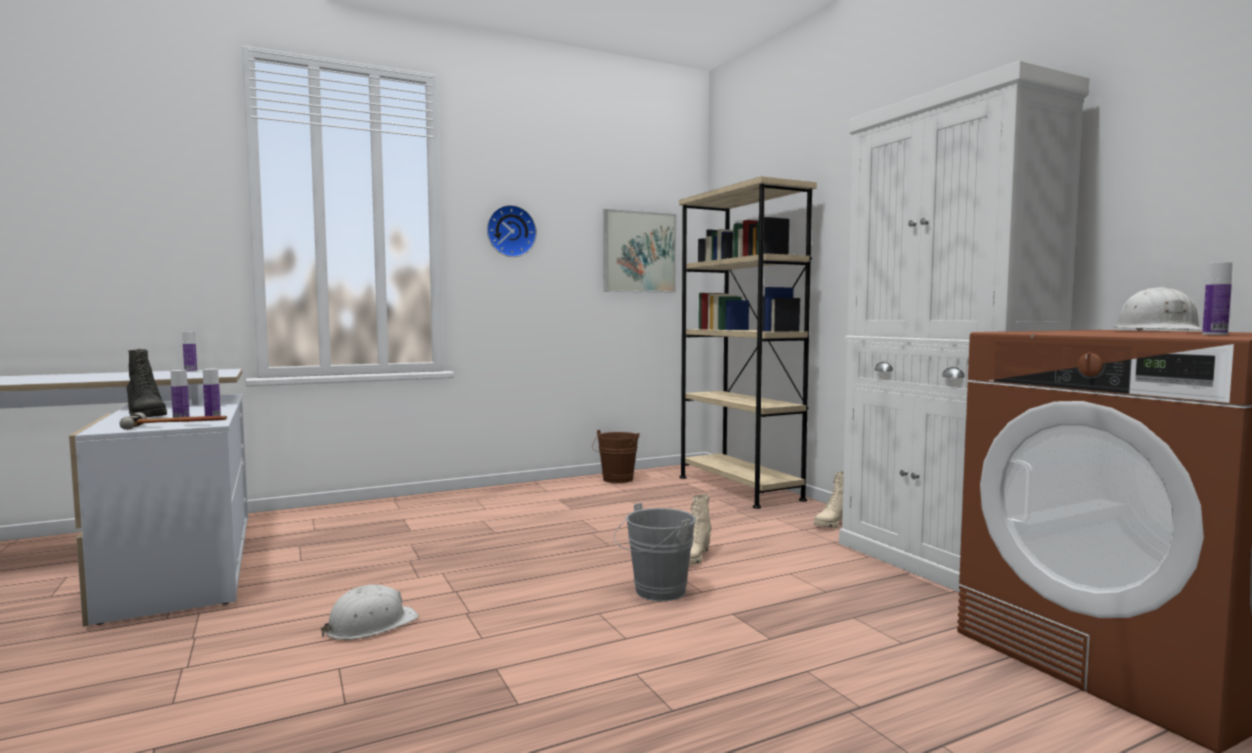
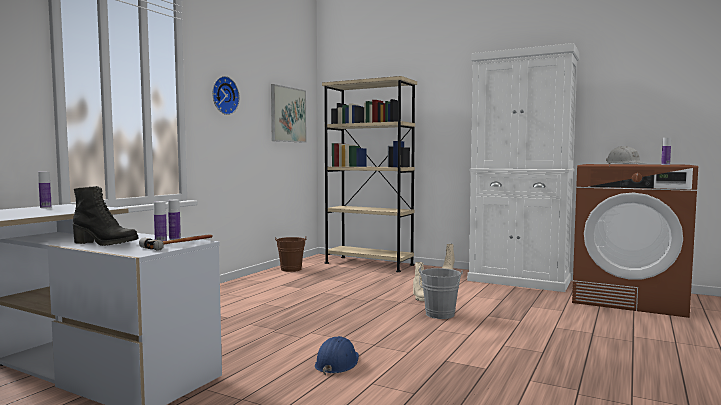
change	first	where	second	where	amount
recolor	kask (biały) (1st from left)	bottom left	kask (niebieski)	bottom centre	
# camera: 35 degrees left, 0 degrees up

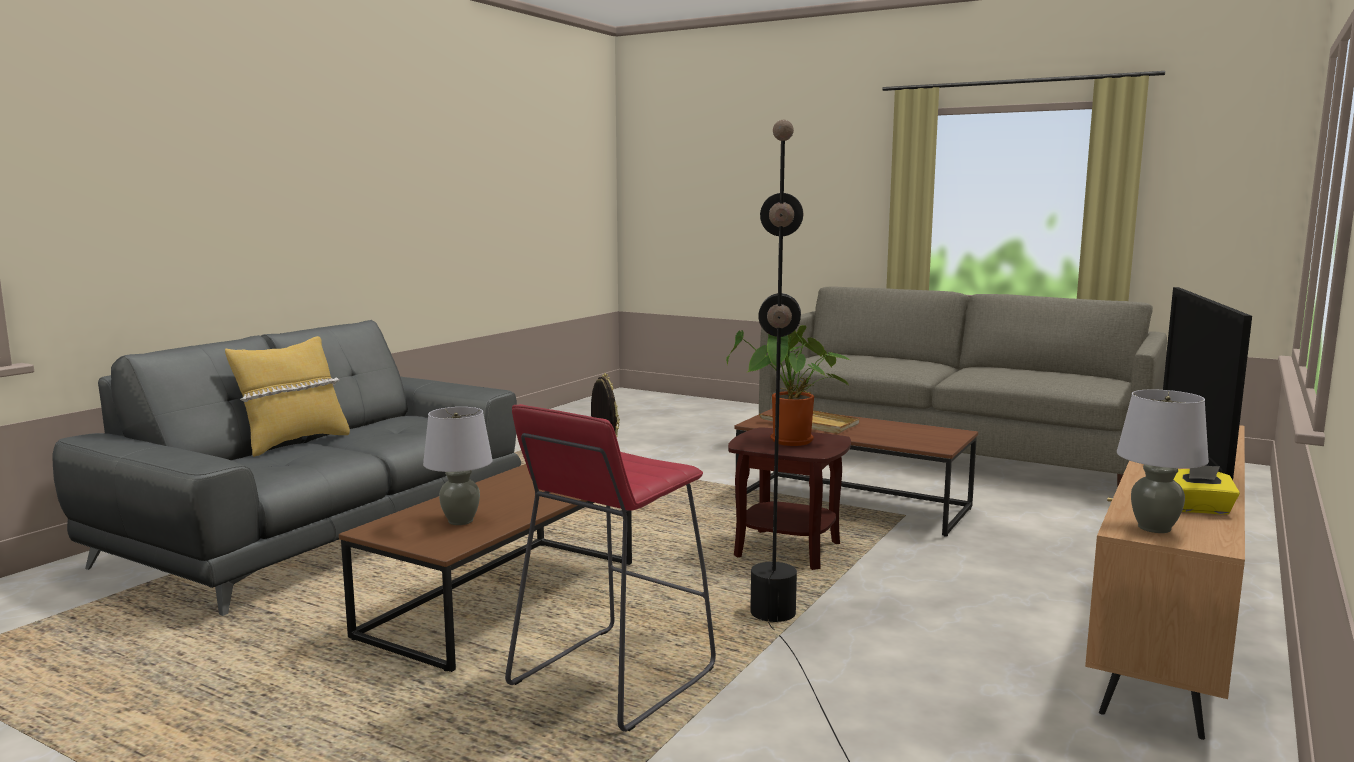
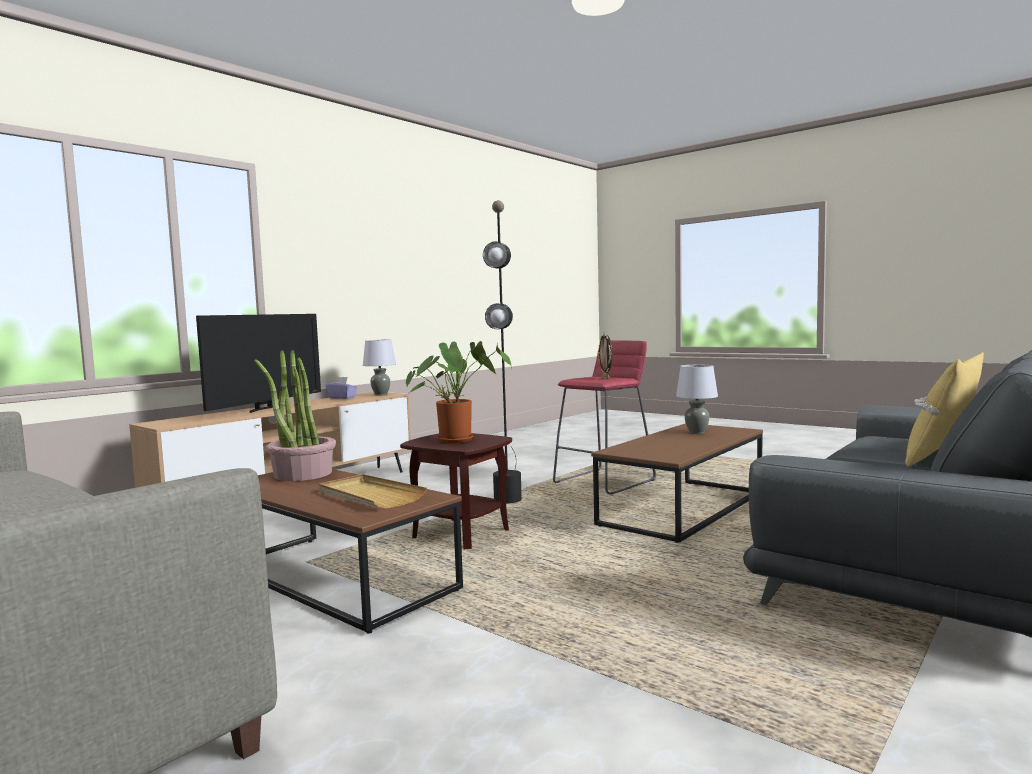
change	first	where	second	where	amount
insert			roślina doniczkowa (1st from left)	middle left	
recolor	pudełko chusteczek (żółty)	middle right	pudełko chusteczek (fioletowy)	middle left	
# camera: 170 degrees left, 5 degrees down

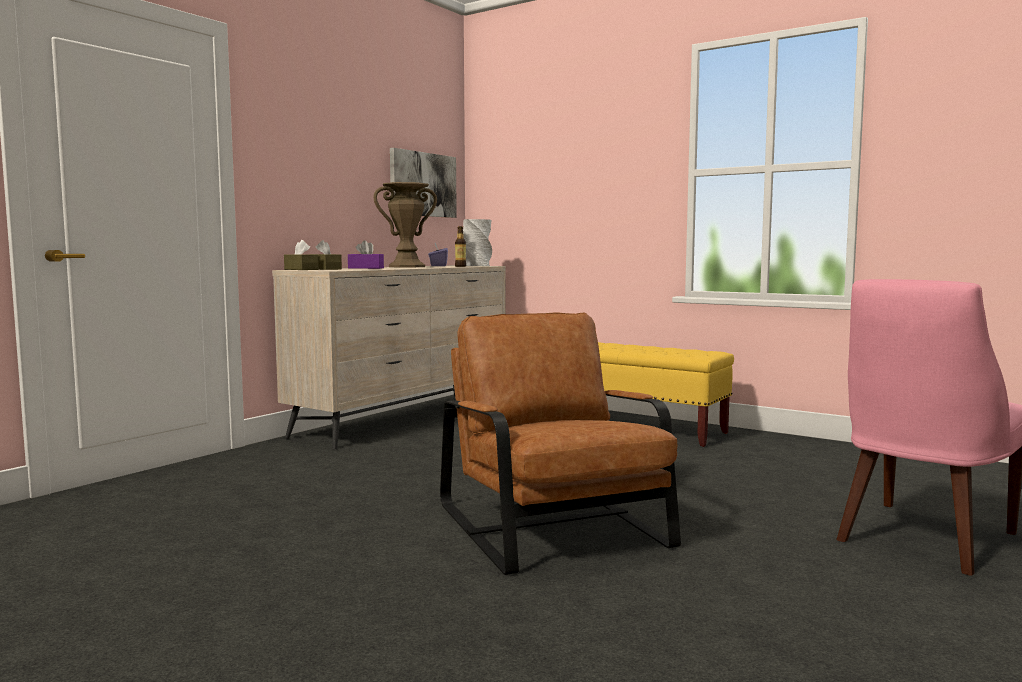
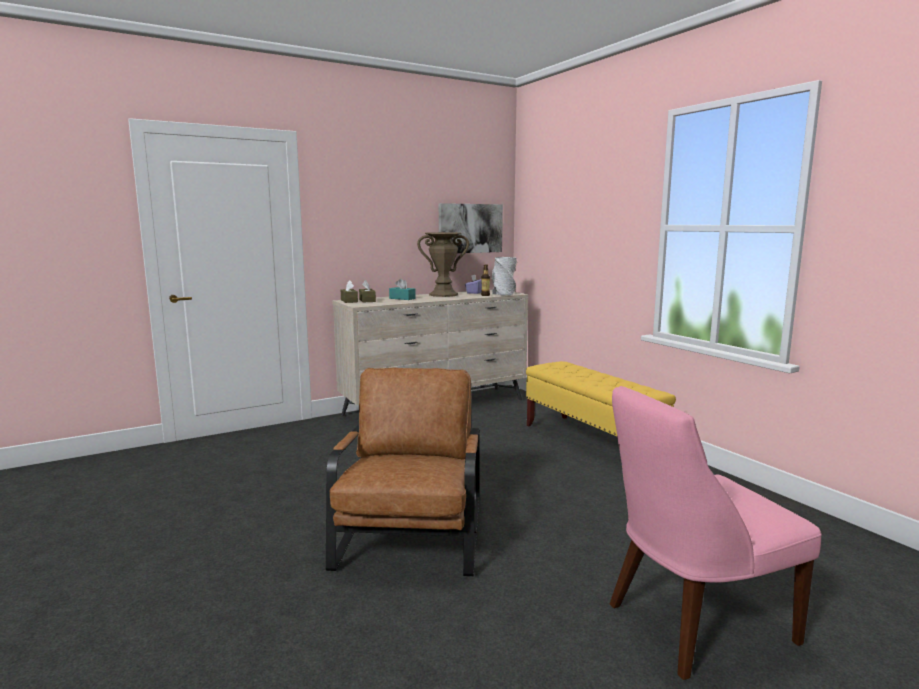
change	first	where	second	where	amount
recolor	pudełko chusteczek (fioletowy) (1st from left)	centre	pudełko chusteczek (turkusowy)	centre	
# camera: 25 degrees right, 5 degrees up

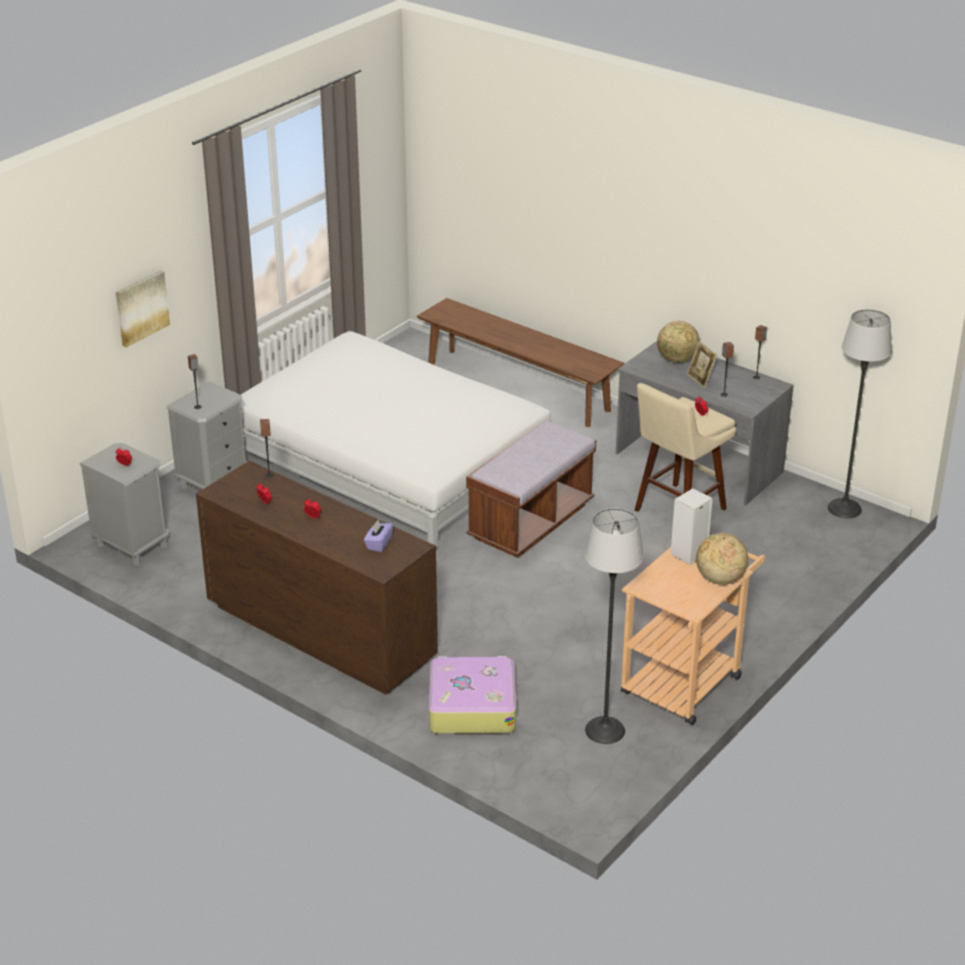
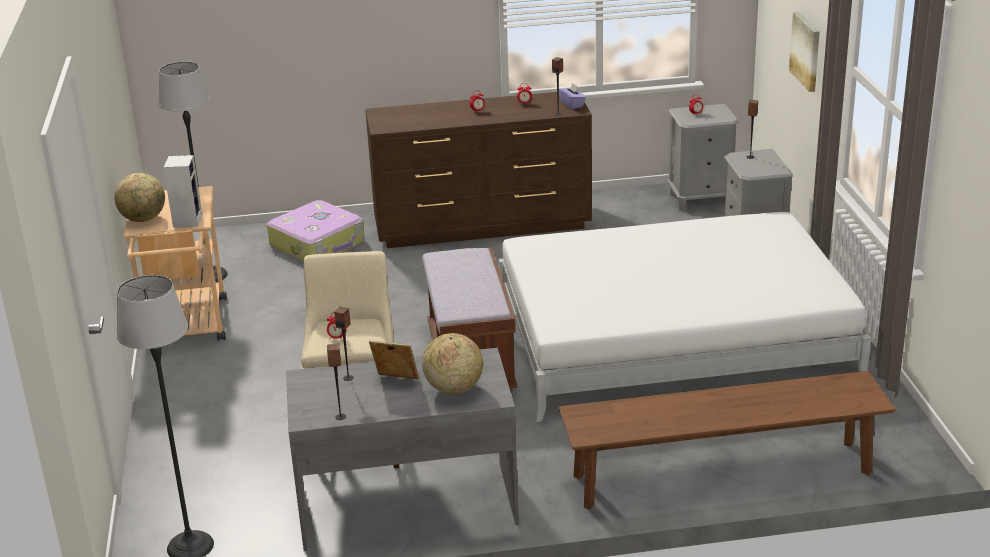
change	first	where	second	where	amount
move	pudełko chusteczek (fioletowy)	centre		top centre	
# camera: 135 degrees right, 5 degrees down

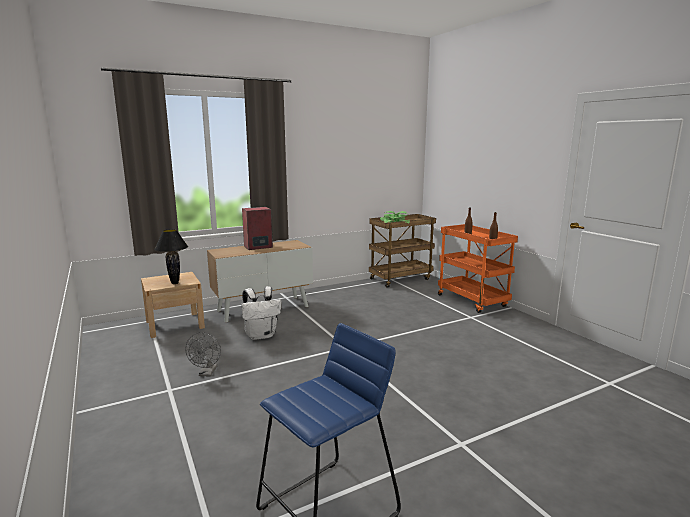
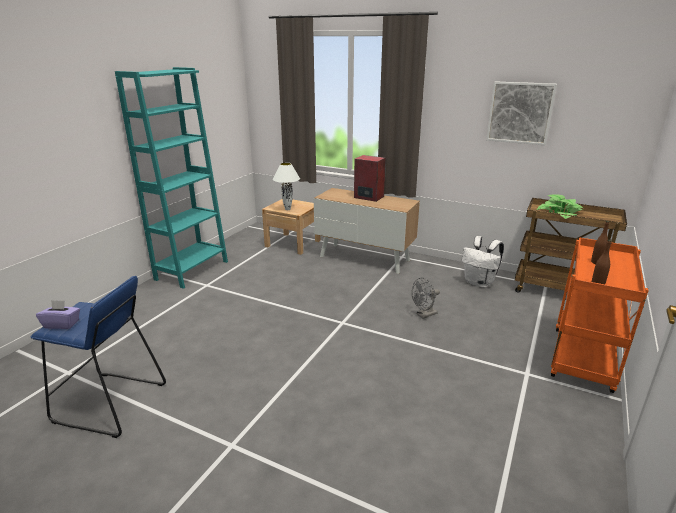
change	first	where	second	where	amount
insert			pudełko chusteczek (fioletowy)	middle left	
insert			regał (turkusowy)	middle left	
recolor	lampa stołowa (czarny)	middle left	lampa stołowa (biały)	centre	
move	wentylator (szary)	bottom left		centre	
move	plecak (biały)	centre		middle right	
insert			obraz	top right	
# camera: 55 degrees right, 10 degrees up

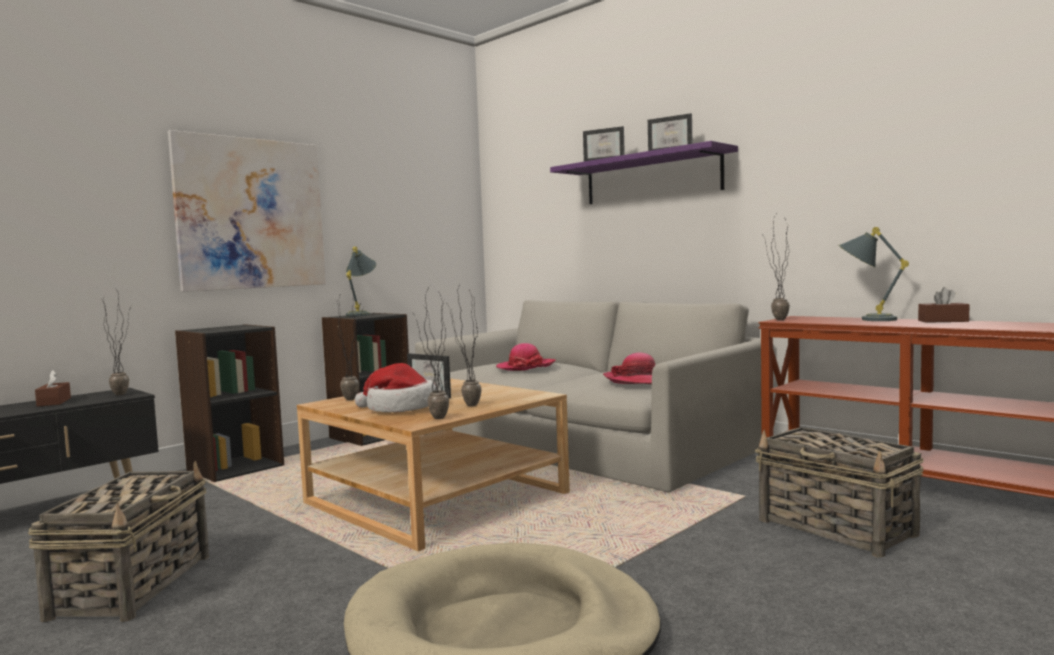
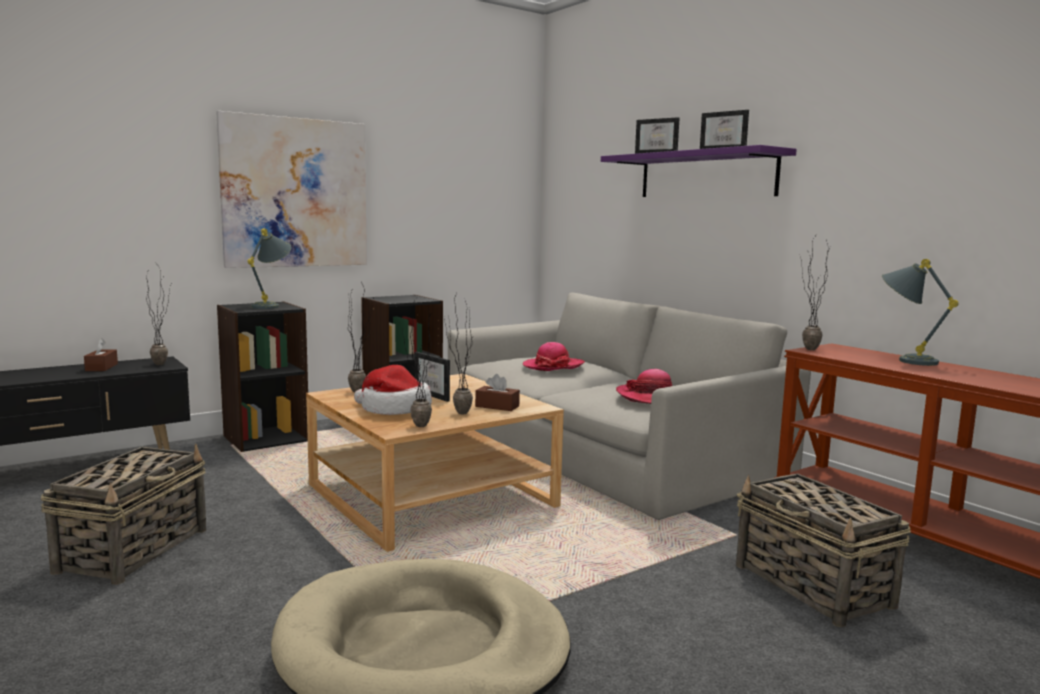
change	first	where	second	where	amount
move	lampa stołowa (szary) (1st from left)	centre		middle left	
move	pudełko chusteczek (brązowy) (2nd from left)	middle right		centre	
# camera: 10 degrees right, 5 degrees up

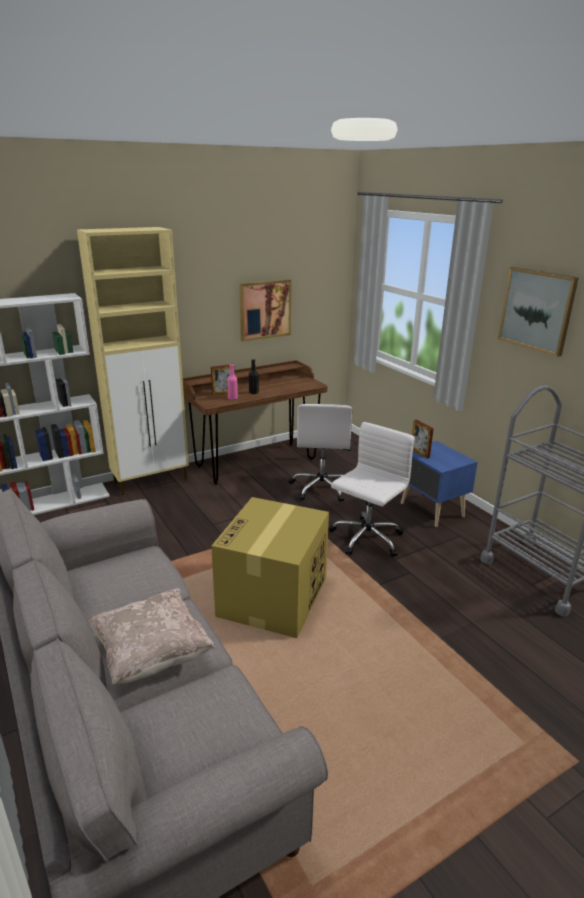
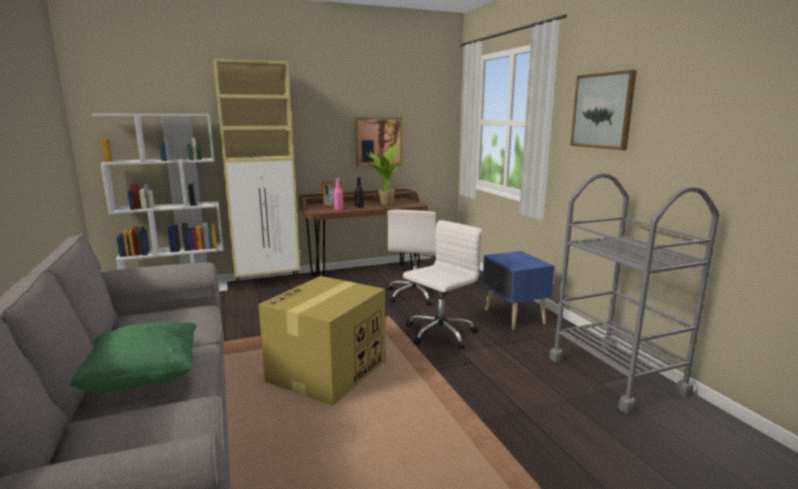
change	first	where	second	where	amount
recolor	poduszka (beżowy)	bottom left	poduszka (zielony)	bottom left	
insert			roślina doniczkowa	centre	
delete	ramka na zdjęcie (2nd from left)	middle right			
# camera: 10 degrees right, 10 degrees down

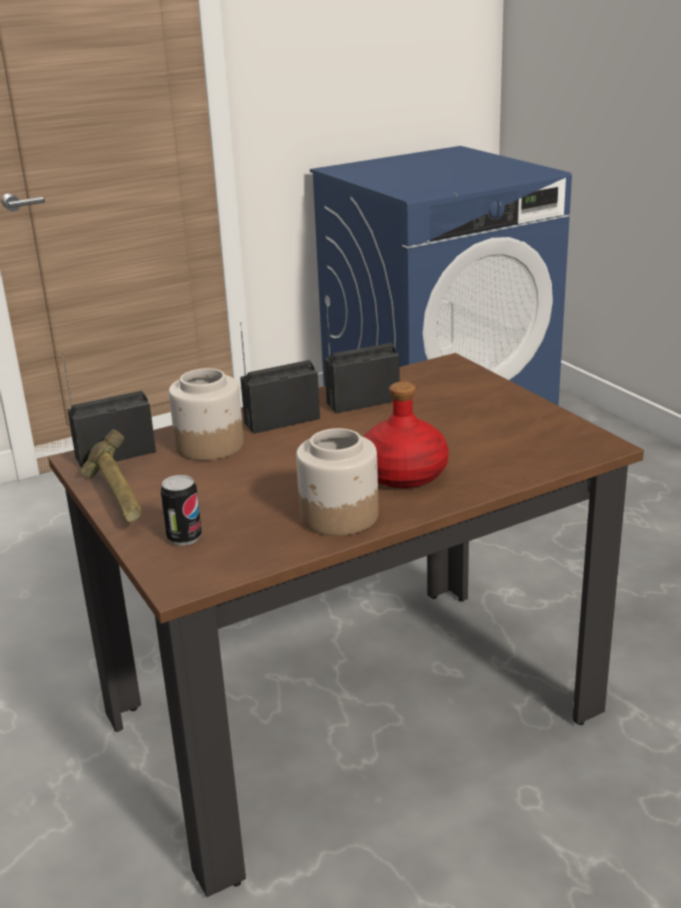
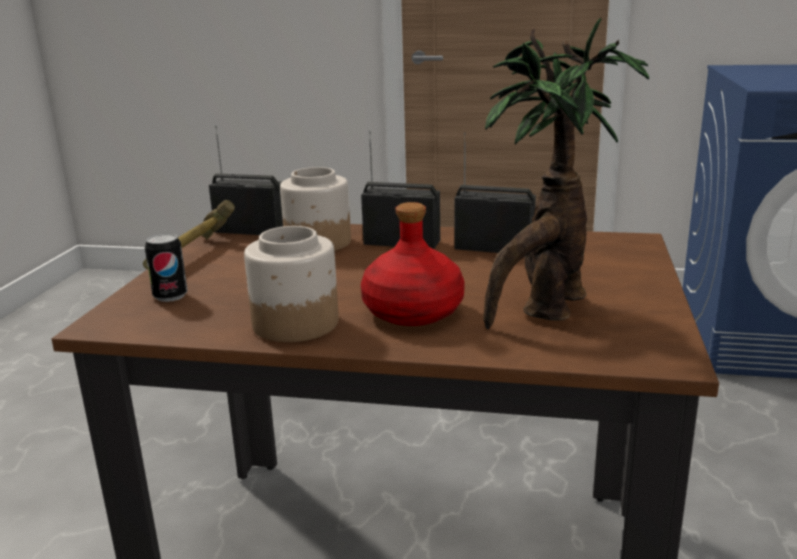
change	first	where	second	where	amount
insert			roślina doniczkowa	top right	
# camera: 40 degrees right, 5 degrees down

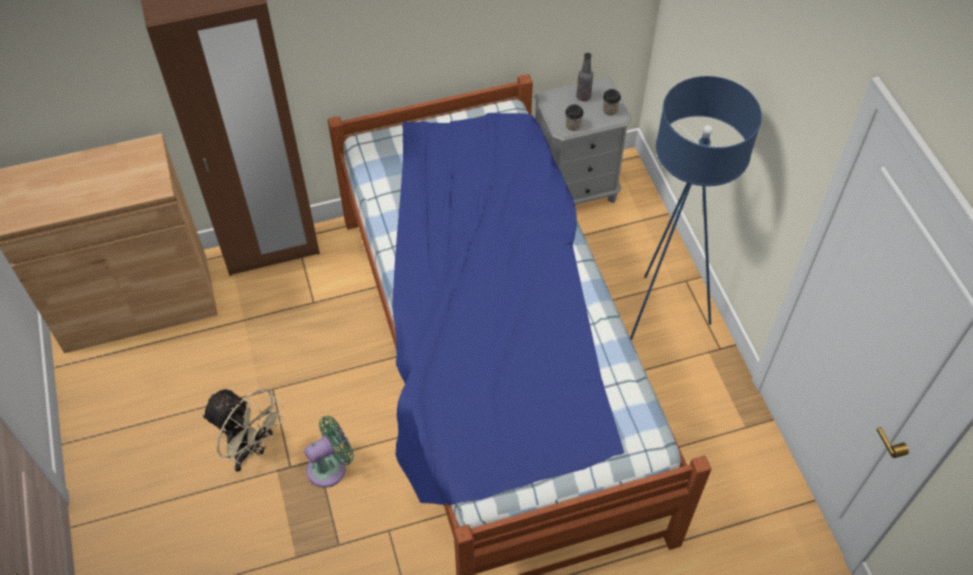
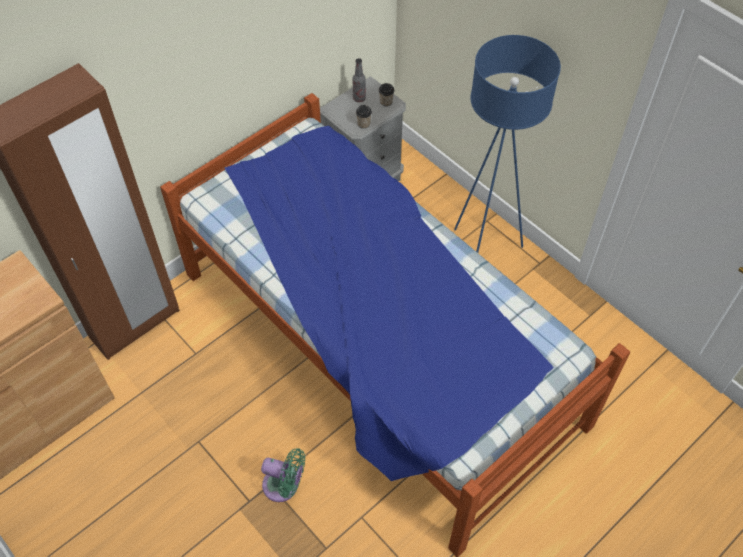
change	first	where	second	where	amount
rotate	wentylator (zielony)	bottom centre		bottom centre	75 degrees clockwise
delete	wentylator (beżowy)	bottom left			
# camera: 25 degrees left, 0 degrees up

